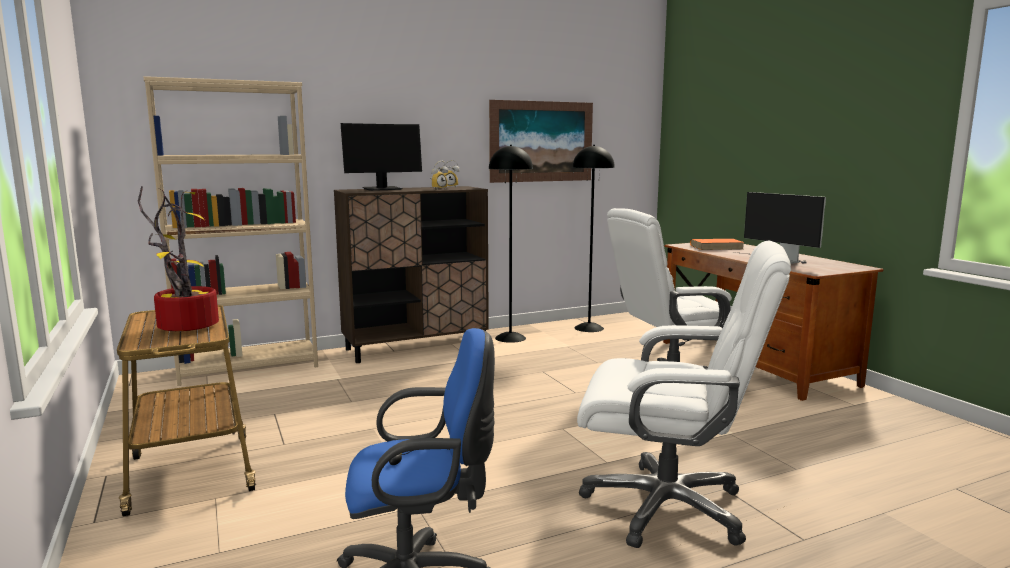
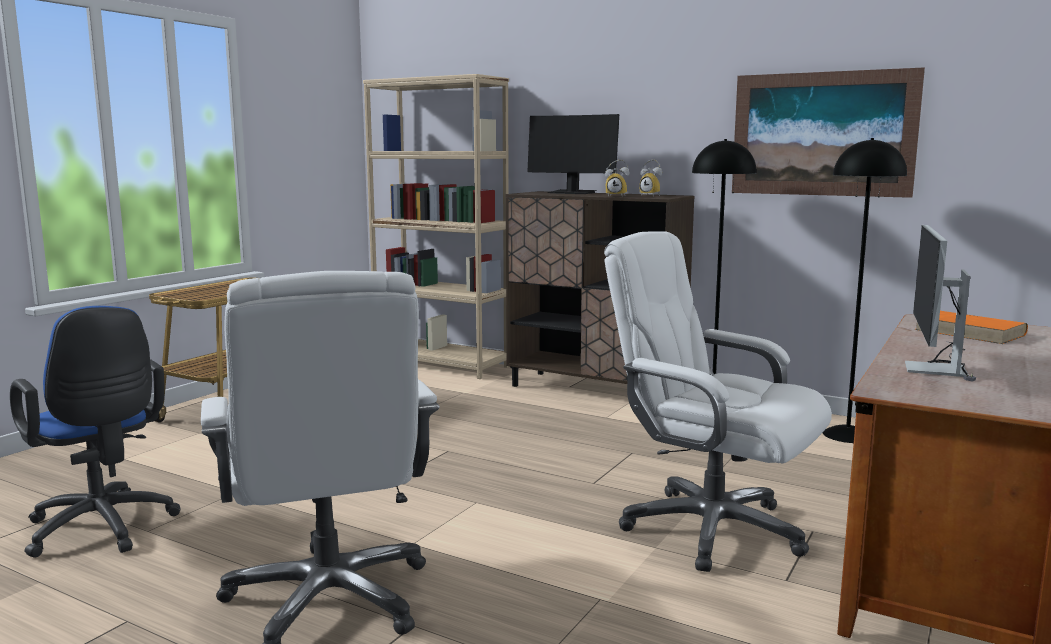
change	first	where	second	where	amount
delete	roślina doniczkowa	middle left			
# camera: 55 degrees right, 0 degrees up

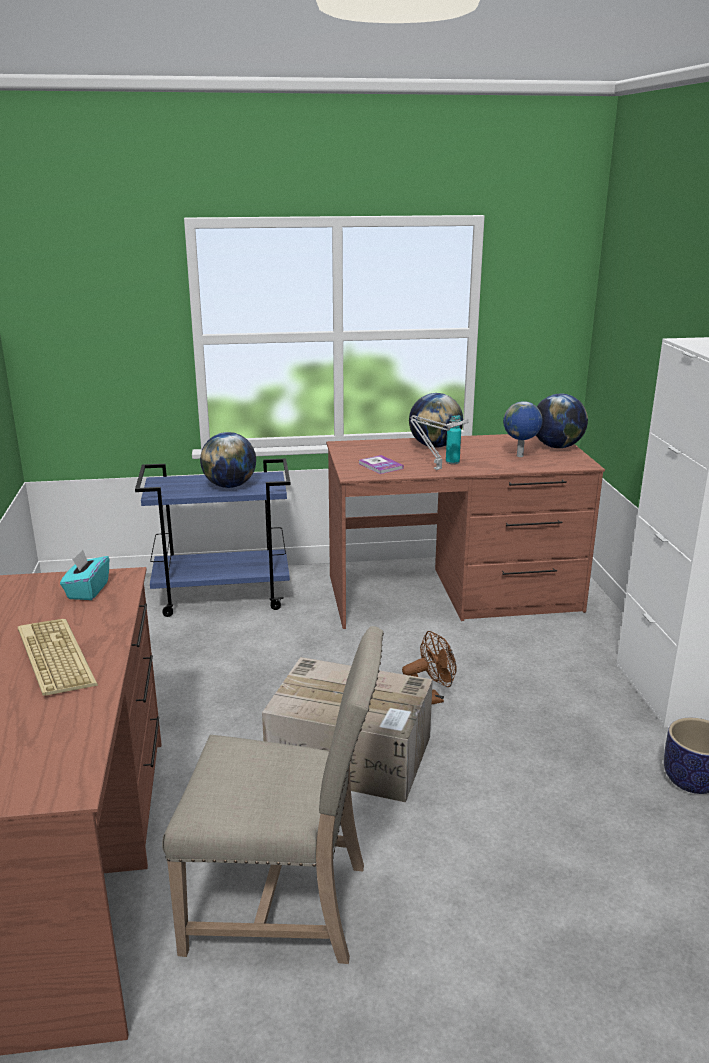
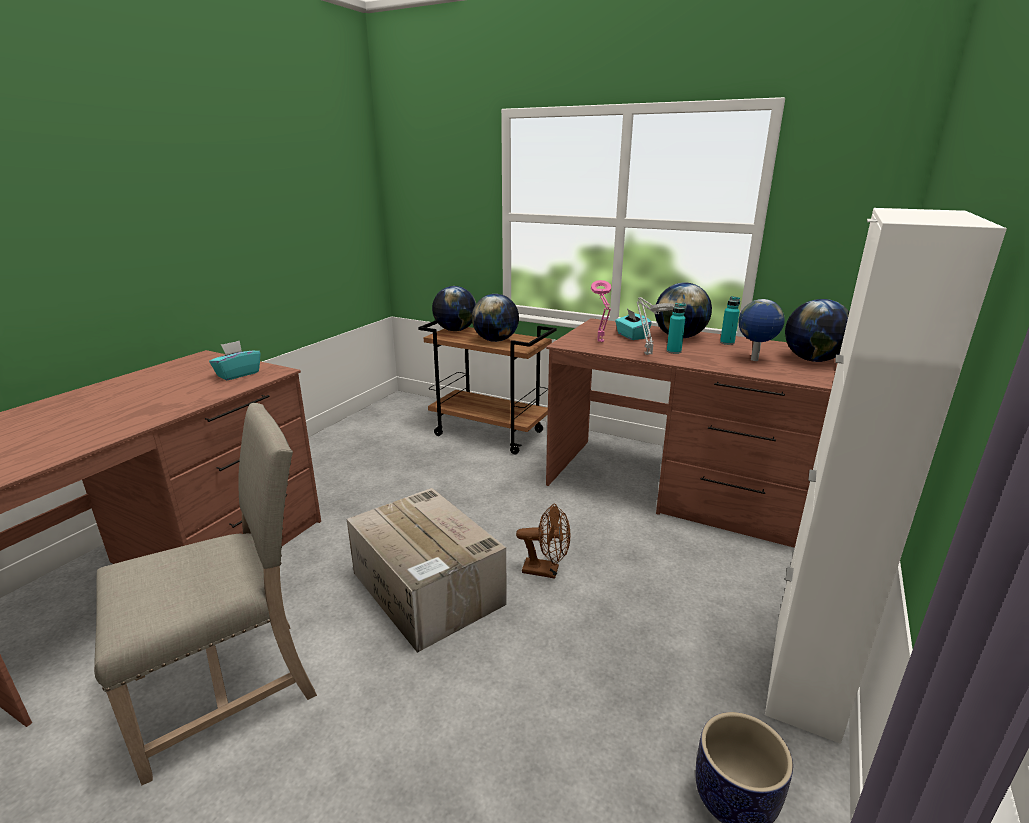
change	first	where	second	where	amount
rotate	krzesło (beżowy)	bottom centre		bottom left	75 degrees counterclockwise
recolor	wózek (niebieski)	middle left	wózek (brązowy)	centre	
insert			globus (1st from left)	centre	
replace	książka	centre	lampa stołowa (różowy)	centre	
insert			pudełko chusteczek (turkusowy) (2nd from left)	centre	
insert			butelka (turkusowy) (2nd from left)	middle right	
delete	klawiatura	middle left			
# camera: 35 degrees right, 0 degrees up

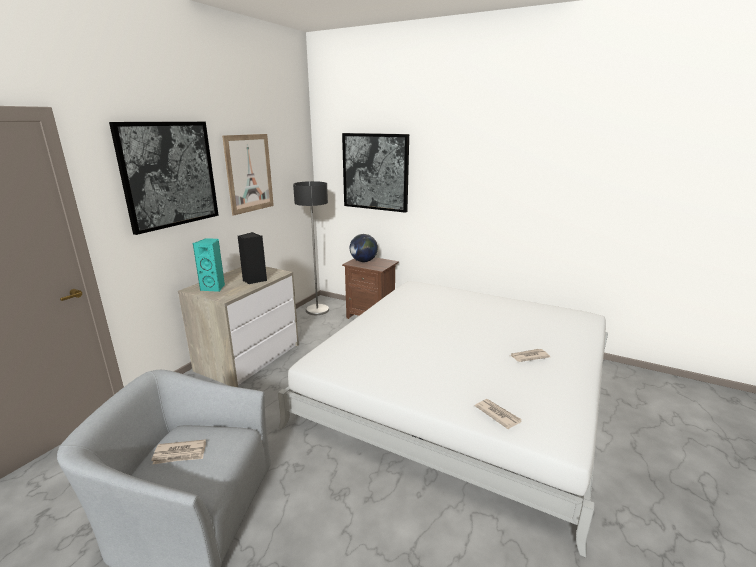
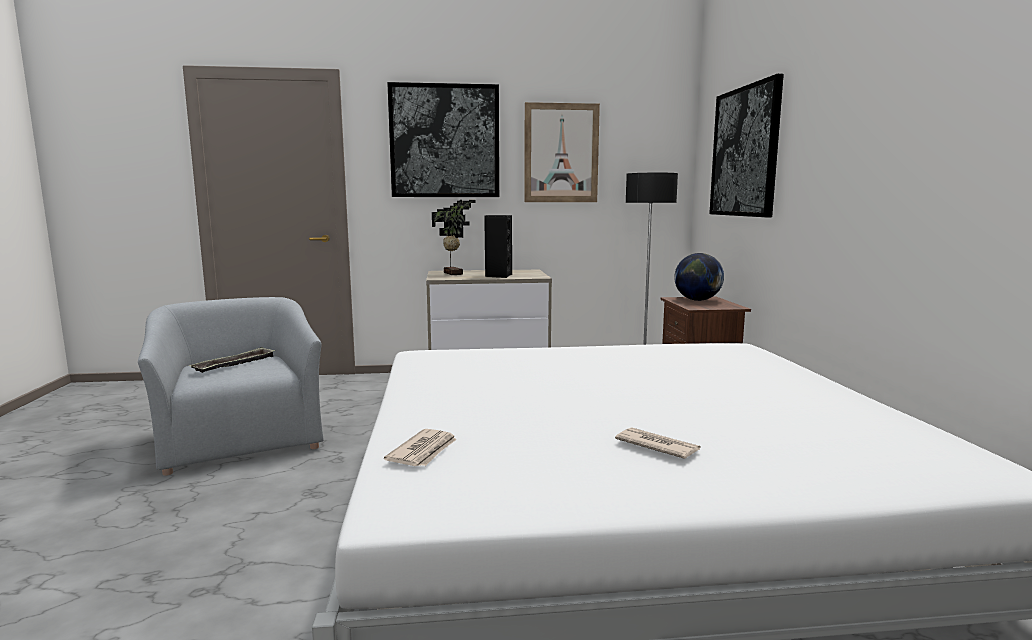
change	first	where	second	where	amount
replace	gazeta (1st from left)	bottom left	taca	middle left	
replace	głośnik (turkusowy)	middle left	roślina doniczkowa	centre	
# camera: 55 degrees right, 10 degrees down

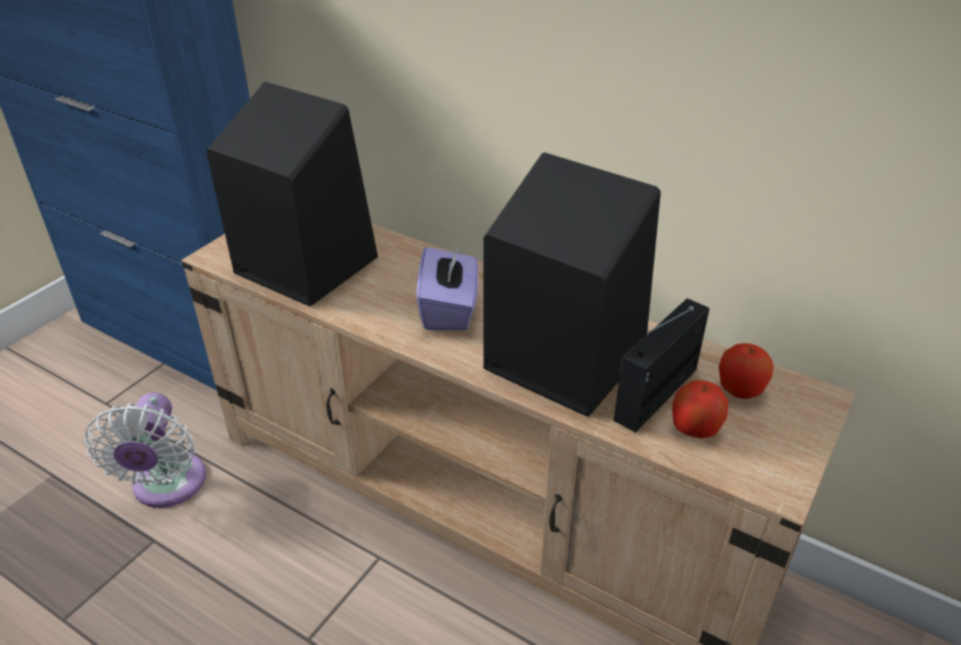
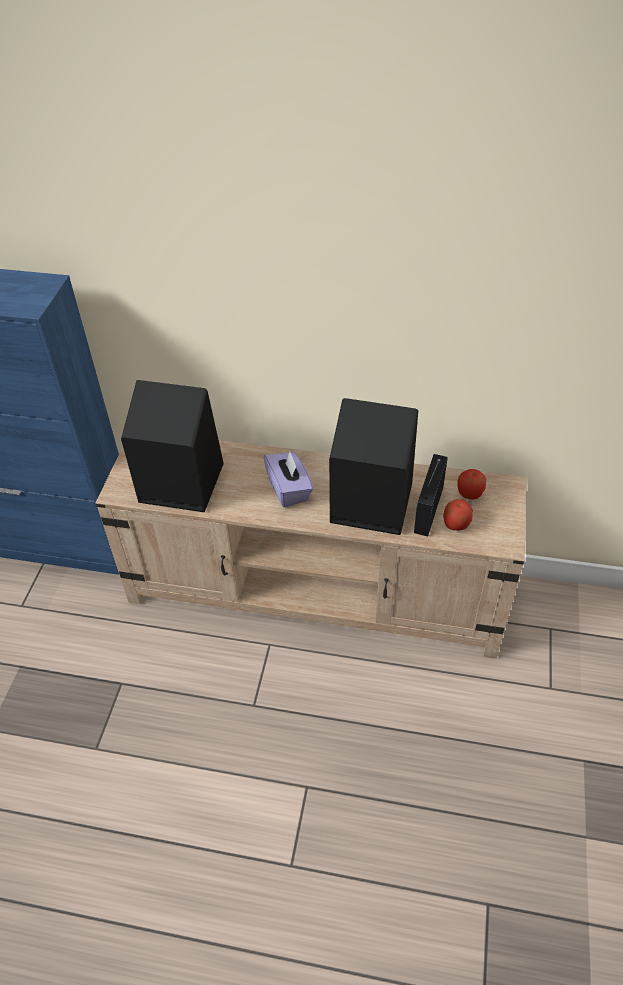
change	first	where	second	where	amount
delete	wentylator (biały)	bottom left			
# camera: 20 degrees left, 10 degrees up

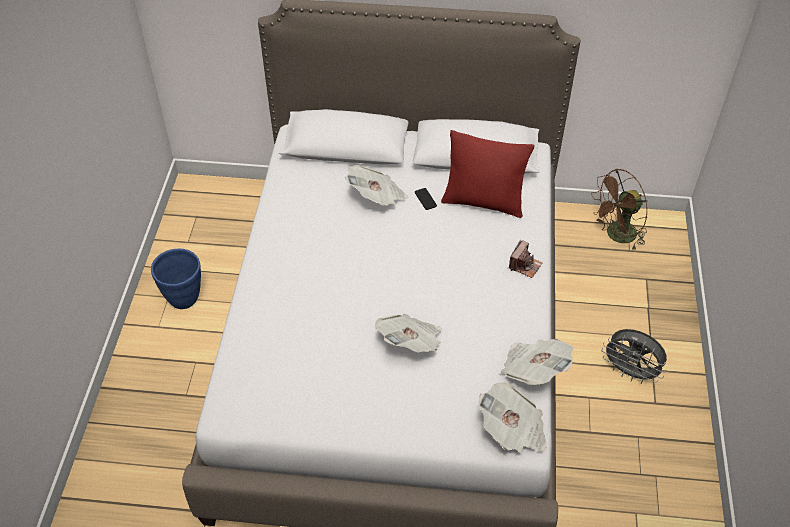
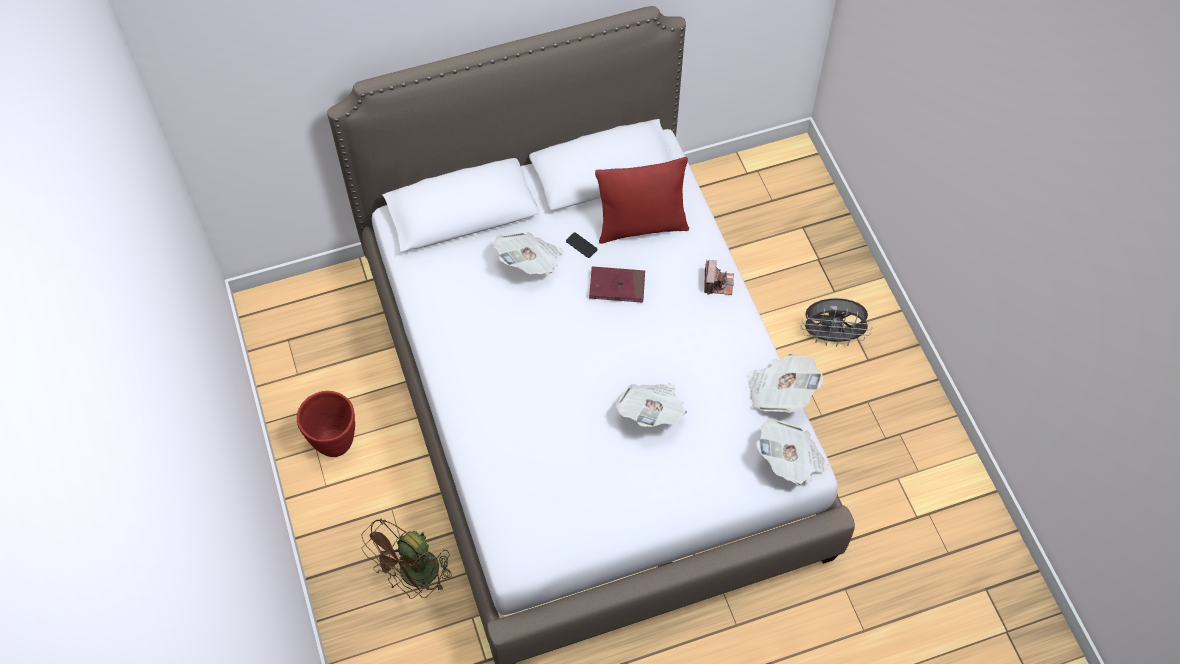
change	first	where	second	where	amount
recolor	donica (niebieski)	middle left	donica (czerwony)	middle left	
move	wentylator (brązowy)	middle right		bottom centre	
insert			książka (czerwony)	centre	
# camera: 25 degrees left, 10 degrees up

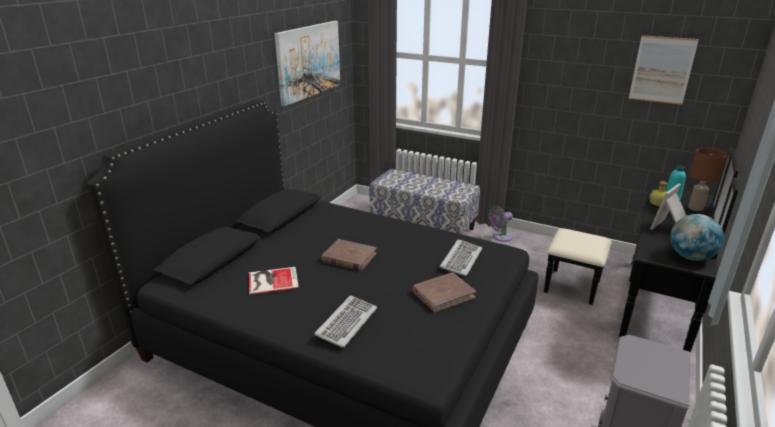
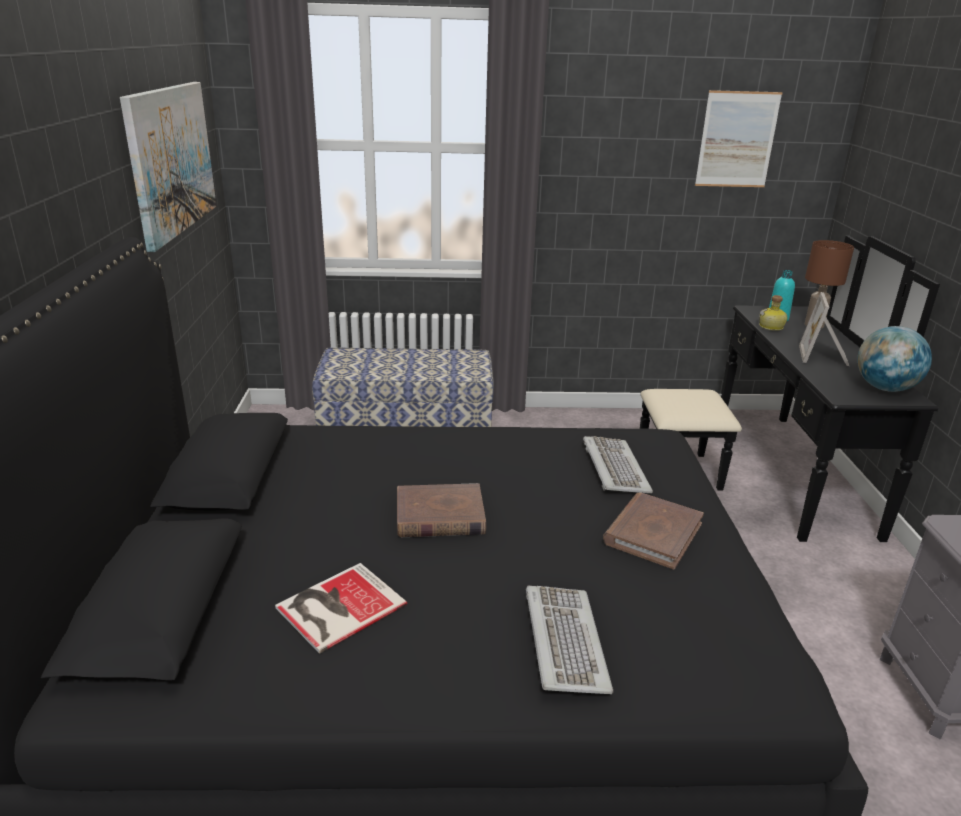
change	first	where	second	where	amount
delete	wentylator (szary)	centre			
# camera: 30 degrees left, 0 degrees up

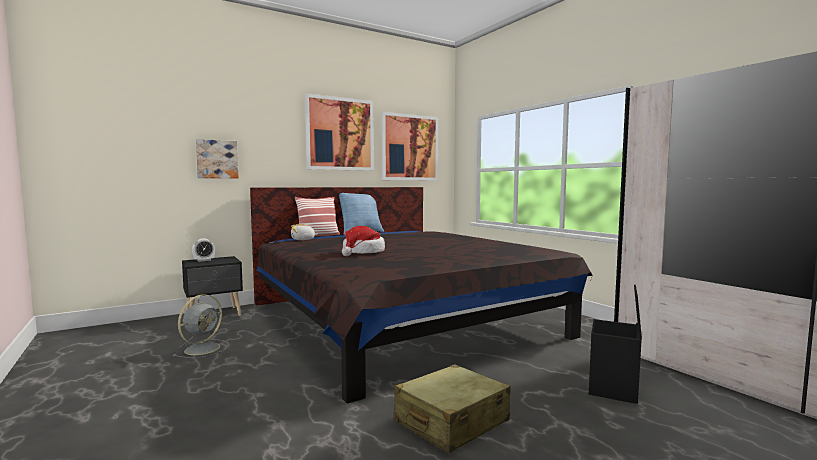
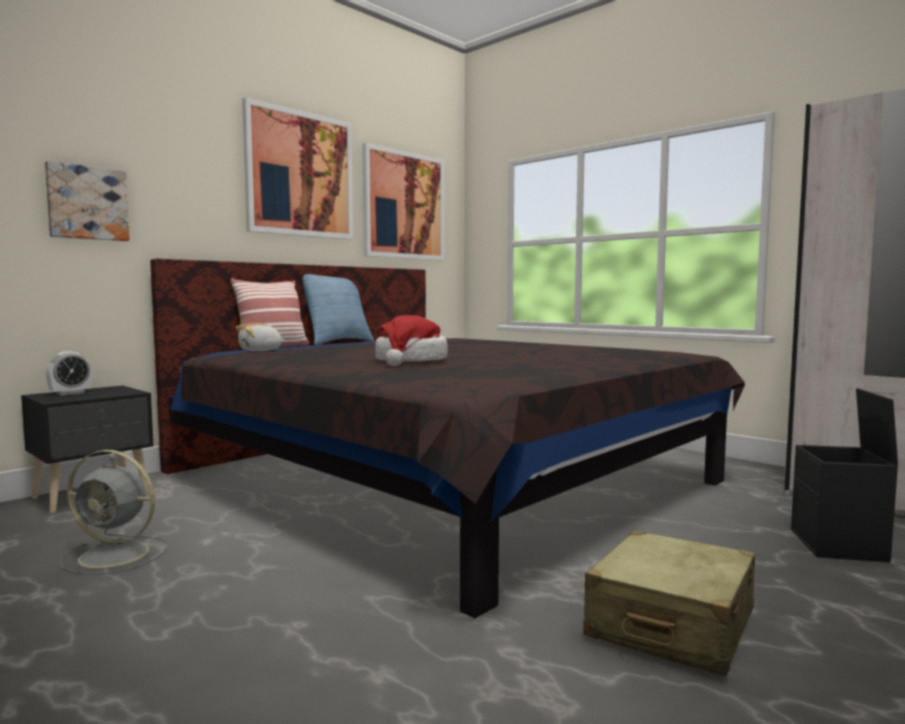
change	first	where	second	where	amount
rotate	wentylator (szary)	bottom left		bottom left	90 degrees clockwise
# camera: 15 degrees left, 0 degrees up

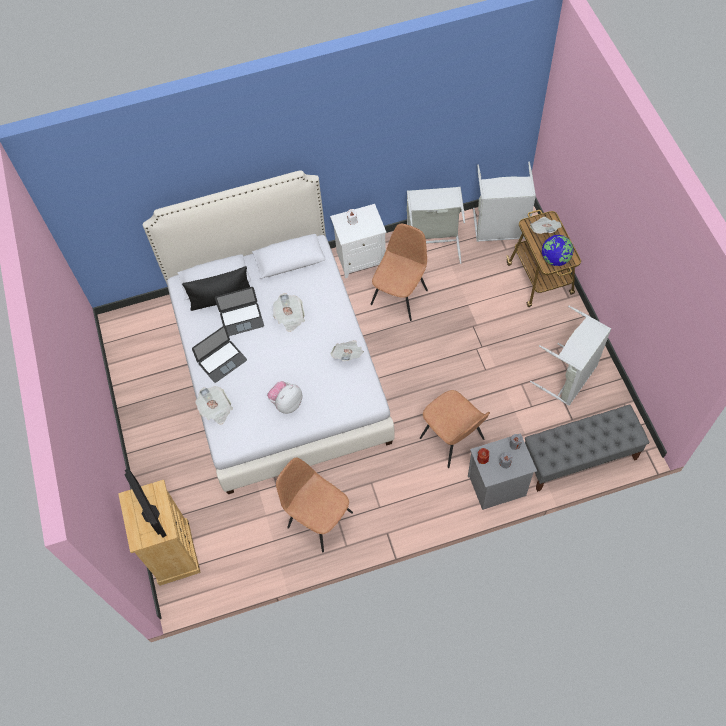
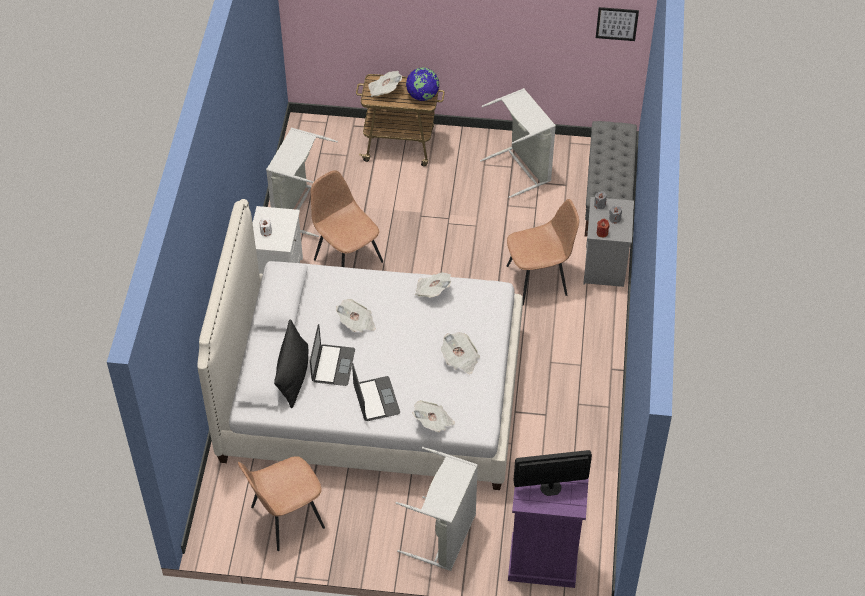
change	first	where	second	where	amount
move	krzesło (brązowy) (1st from left)	bottom centre		bottom left	
move	kosz na pranie (szary) (2nd from left)	top right		bottom centre	
replace	pluszak	centre	gazeta (5th from left)	centre	
recolor	komoda (beżowy)	bottom left	komoda (fioletowy)	bottom centre	
insert			obraz	top right	
# camera: 70 degrees left, 10 degrees down

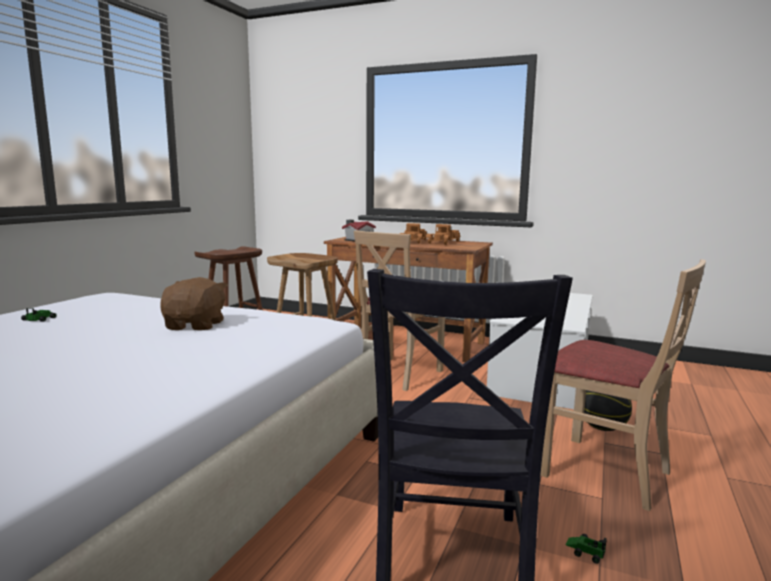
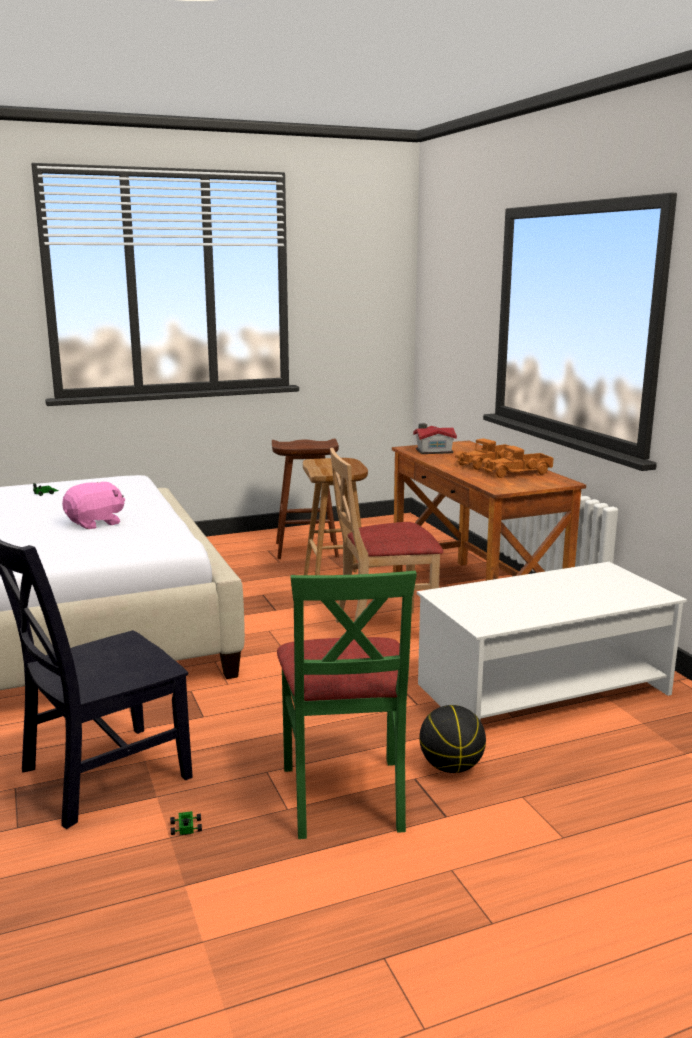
change	first	where	second	where	amount
recolor	pluszak (brązowy)	middle left	pluszak (różowy)	middle left	
recolor	krzesło (beżowy) (2nd from left)	middle right	krzesło (zielony)	bottom centre	
# camera: 45 degrees right, 5 degrees up

